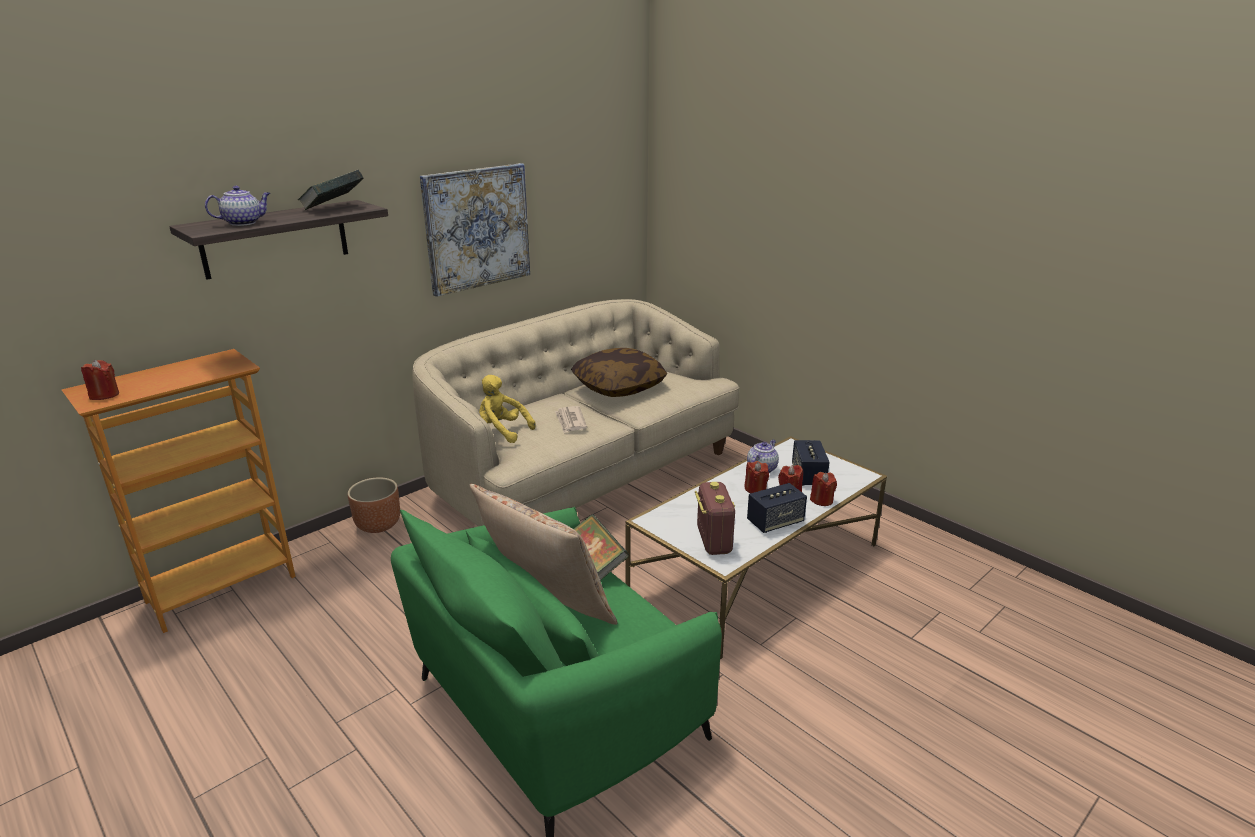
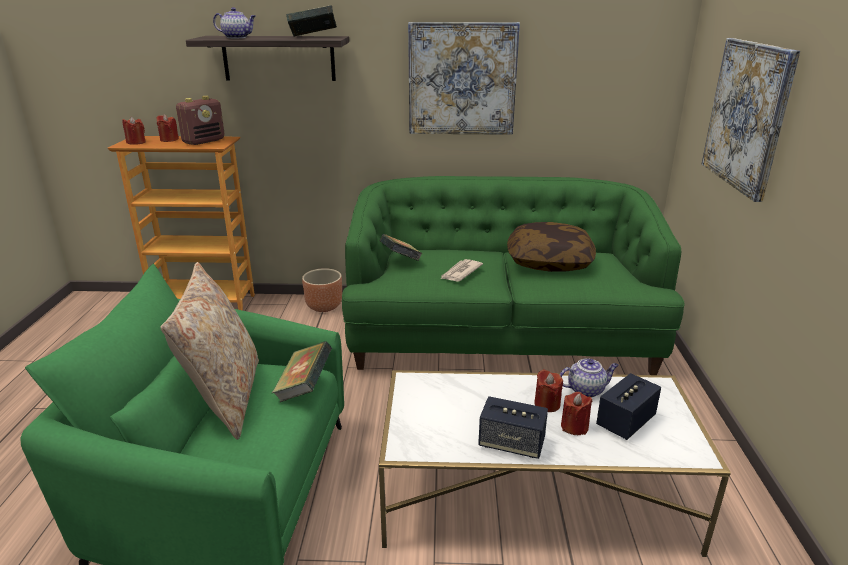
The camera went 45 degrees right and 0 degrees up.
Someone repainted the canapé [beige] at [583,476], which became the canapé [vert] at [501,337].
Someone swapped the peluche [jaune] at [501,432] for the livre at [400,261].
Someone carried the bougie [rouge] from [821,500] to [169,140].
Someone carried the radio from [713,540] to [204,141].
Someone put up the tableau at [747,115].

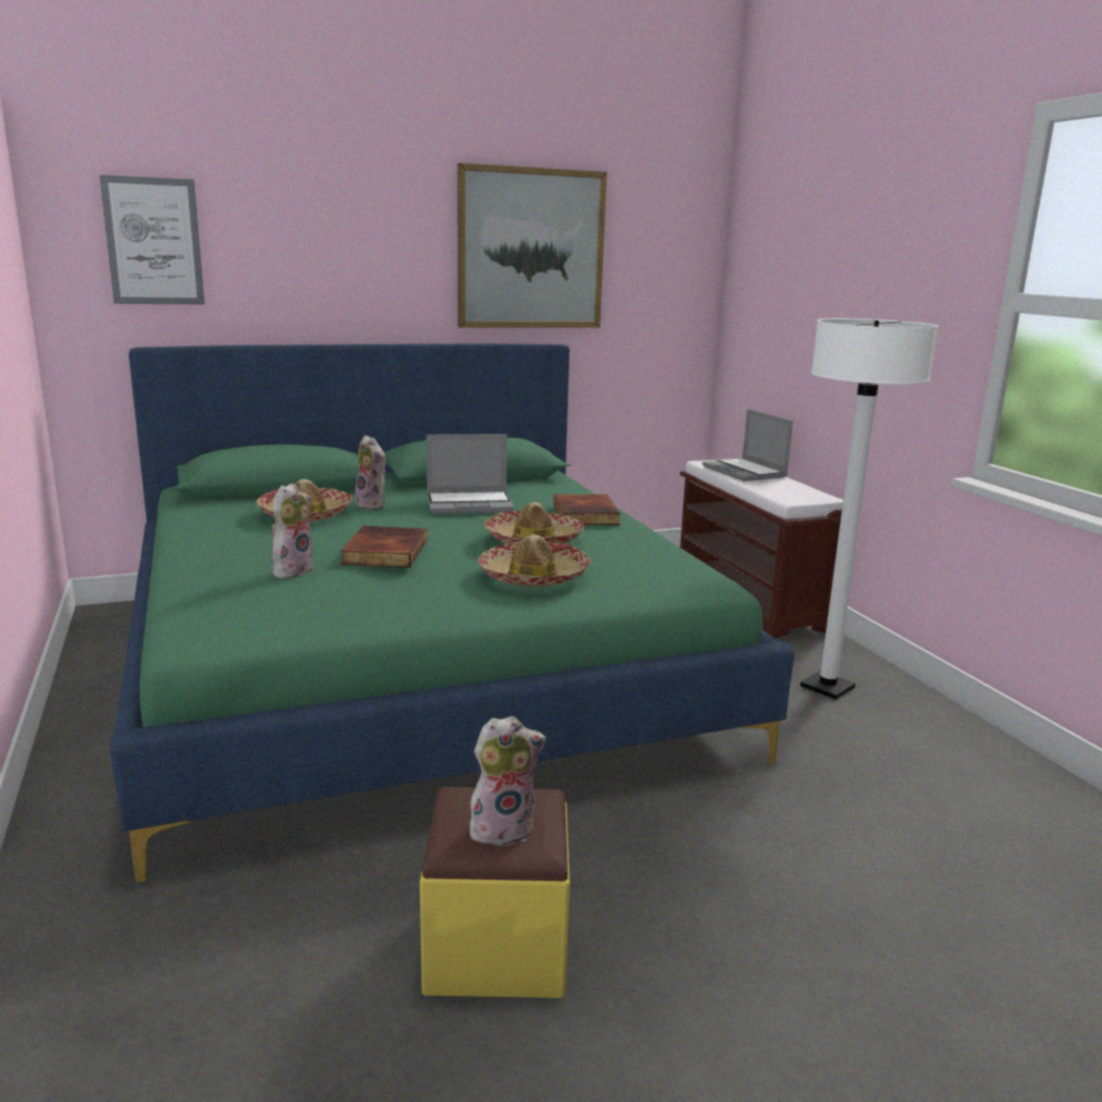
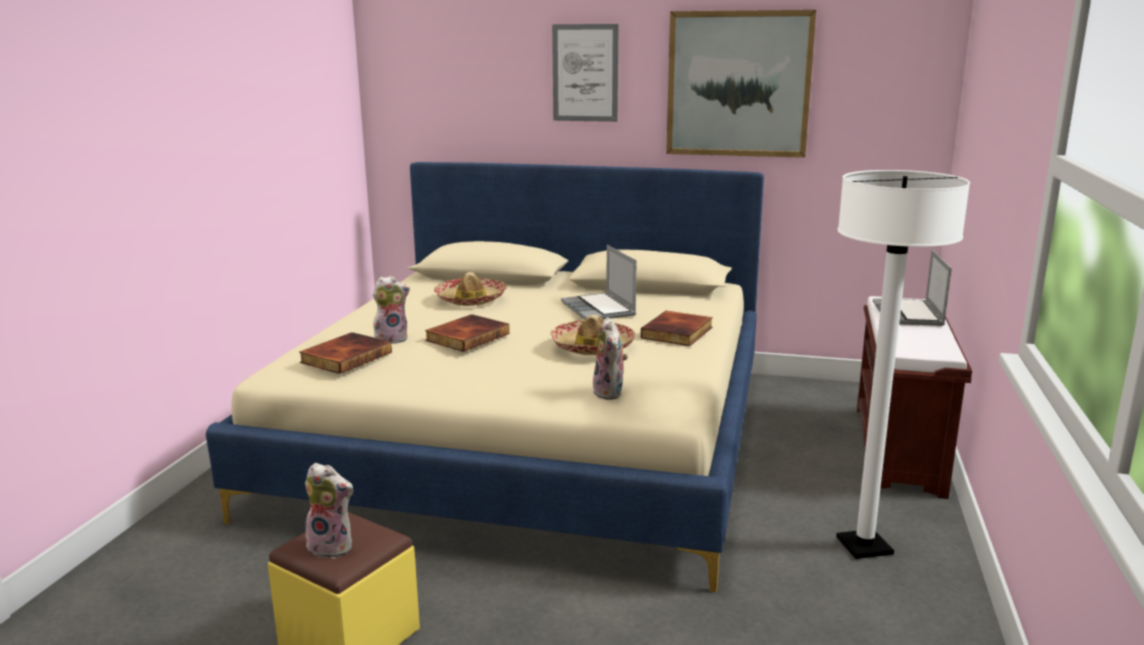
The camera went 35 degrees right and 0 degrees up.
Someone carried the tableau from [154,241] to [585,73].
Someone repainted the lit [vert] at [417,669], which became the lit [beige] at [532,437].
Someone rotated the ordinateur portable at [470,504] by 45 degrees clockwise.
Someone carried the peluche from [373,505] to [610,393].
Someone took away the chapeau at [533,576].
Someone put down the livre at [345,357].

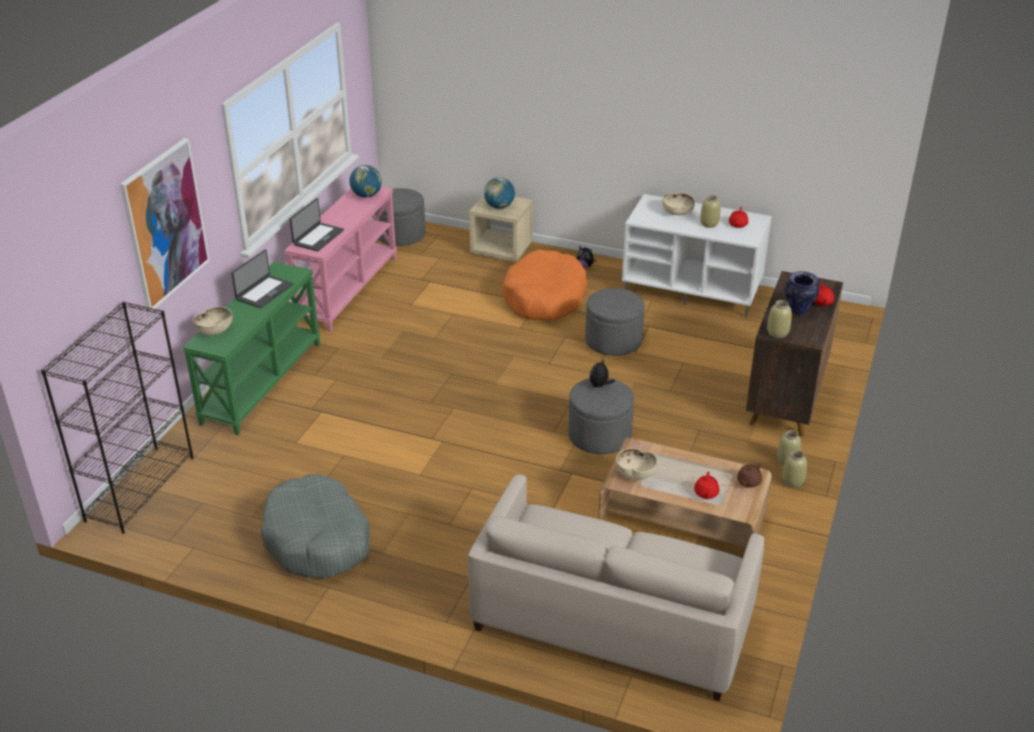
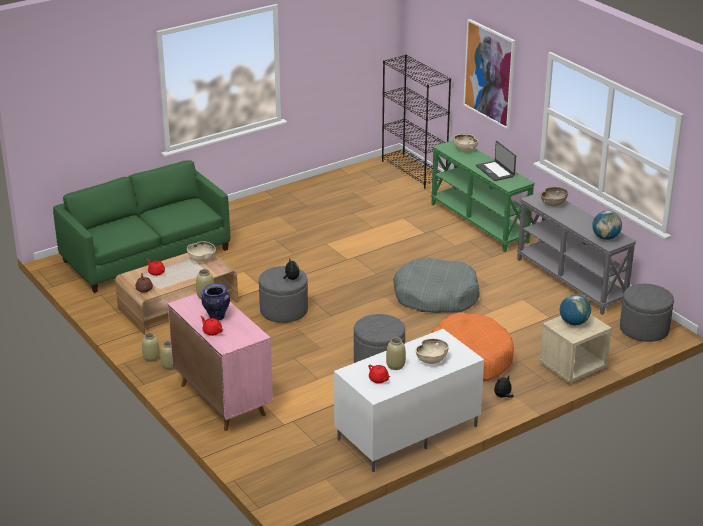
The camera went 125 degrees right and 5 degrees down.
Someone repainted the table console [rose] at [347,289], which became the table console [gris] at [571,281].
Someone swapped the ordinateur portable at [318,237] for the bol [marron] at [553,204].
Someone repainted the meuble de rangement [marron] at [786,400], which became the meuble de rangement [rose] at [222,399].
Someone carried the panier pour chien [gris] from [317,539] to [436,296].
Someone repainted the canapé [beige] at [611,621], which became the canapé [vert] at [146,255].

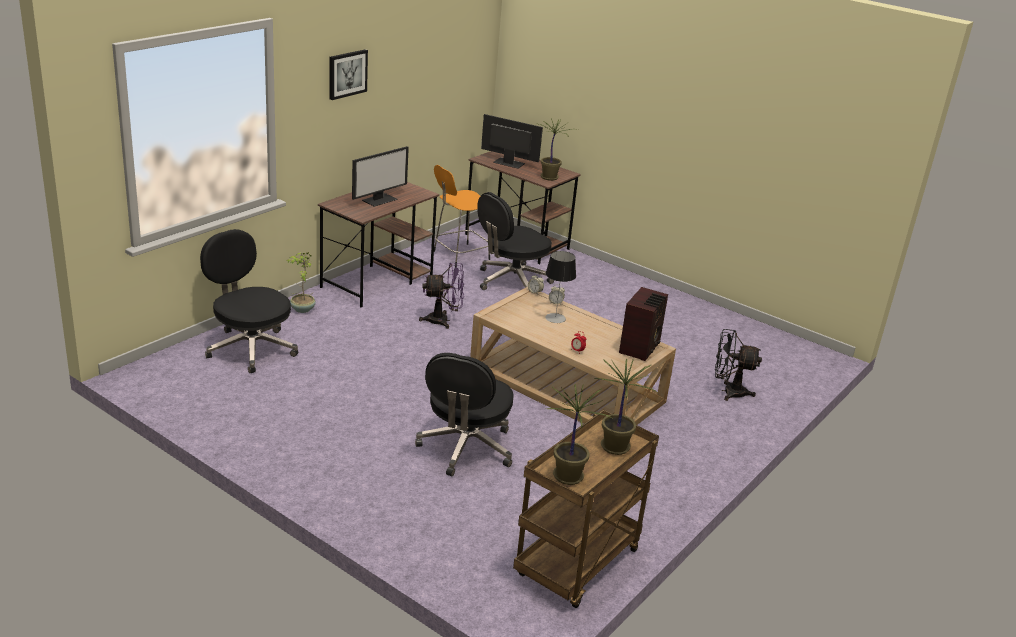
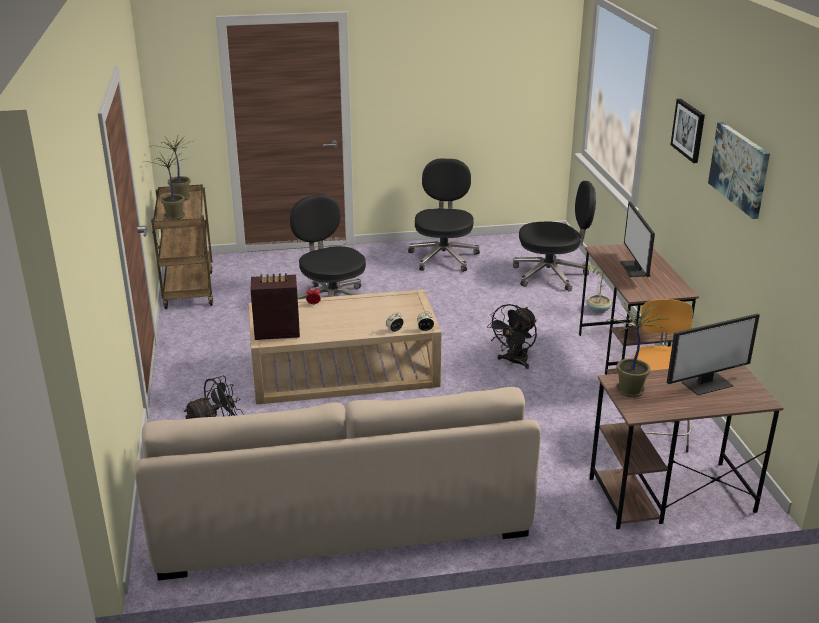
The camera went 135 degrees right and 0 degrees up.
Someone carried the chaise de bureau [noir] from [511,281] to [443,257].
Someone took away the lampe de table at [555,318].
Someone repainted the ventilateur [violet] at [443,320], which became the ventilateur [noir] at [514,362].
Someone rotated the radio at [640,348] by 105 degrees clockwise.
Someone put up the tableau at [739,168].
Someone put down the canapé [beige] at [339,508].

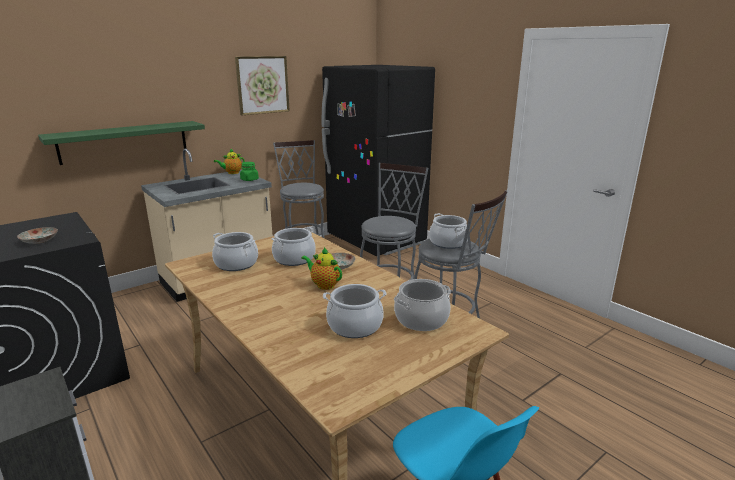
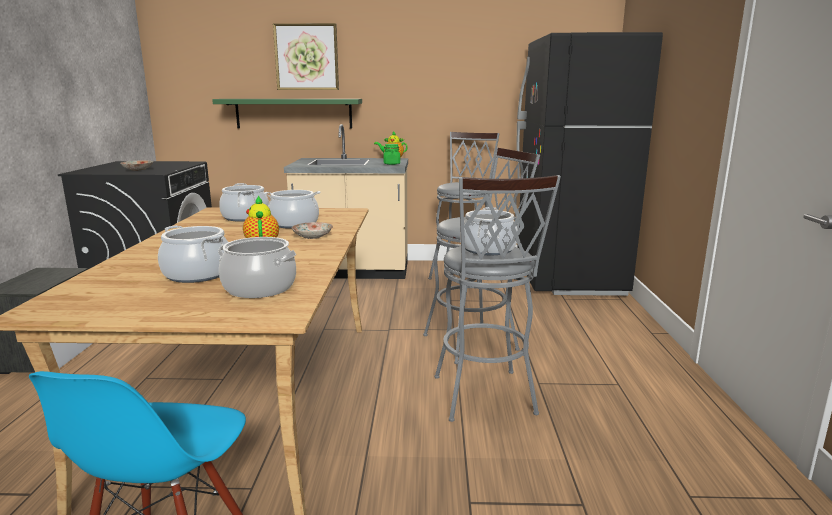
The camera went 40 degrees right and 5 degrees down.
Someone carried the tableau from [262,85] to [306,57].

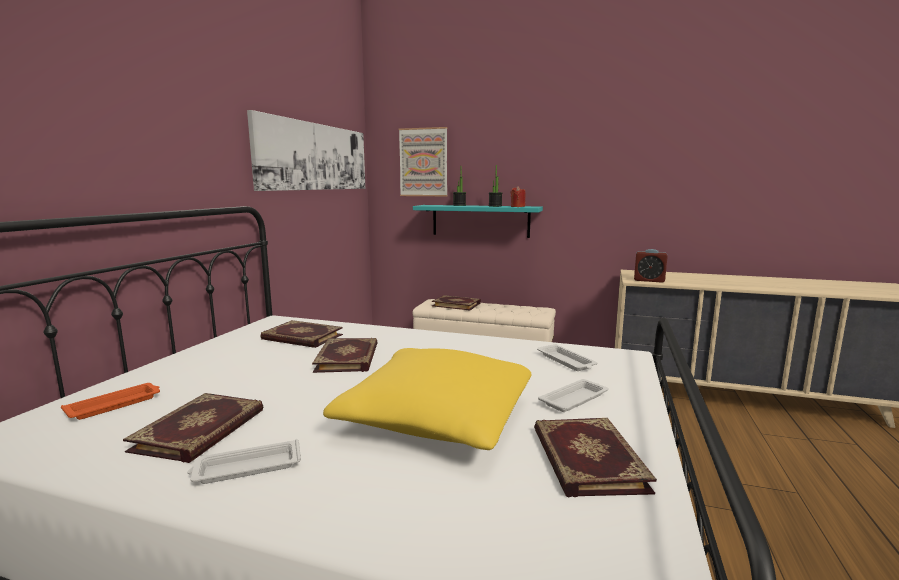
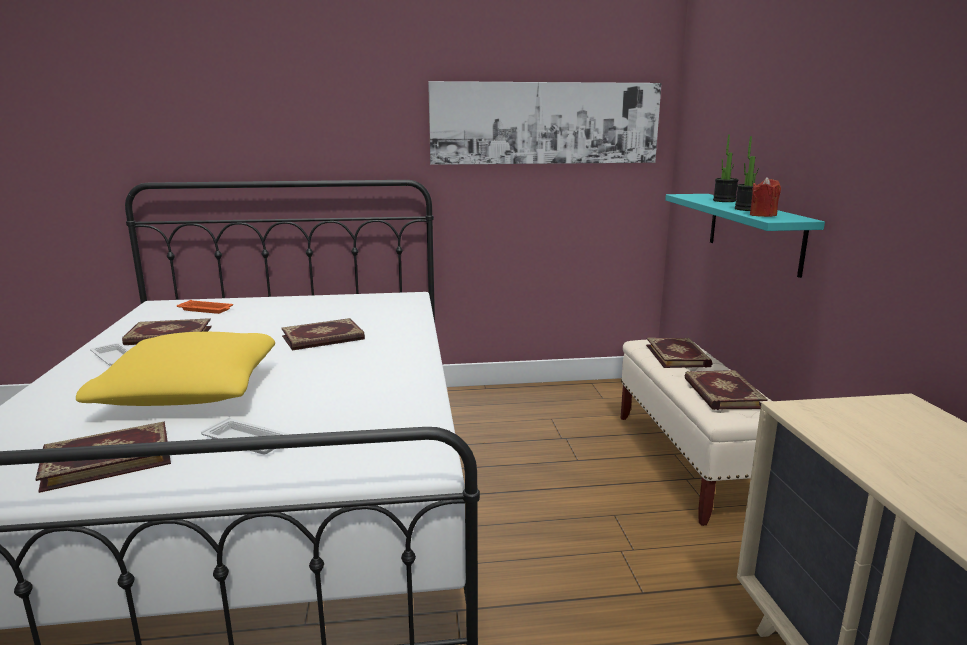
The camera went 65 degrees right and 5 degrees up.
Someone took away the tableau at [423,162].
Someone took away the réveil at [649,280].
Someone carried the livre from [301,337] to [721,393].
Someone took away the plateau [blanc] at [566,361].

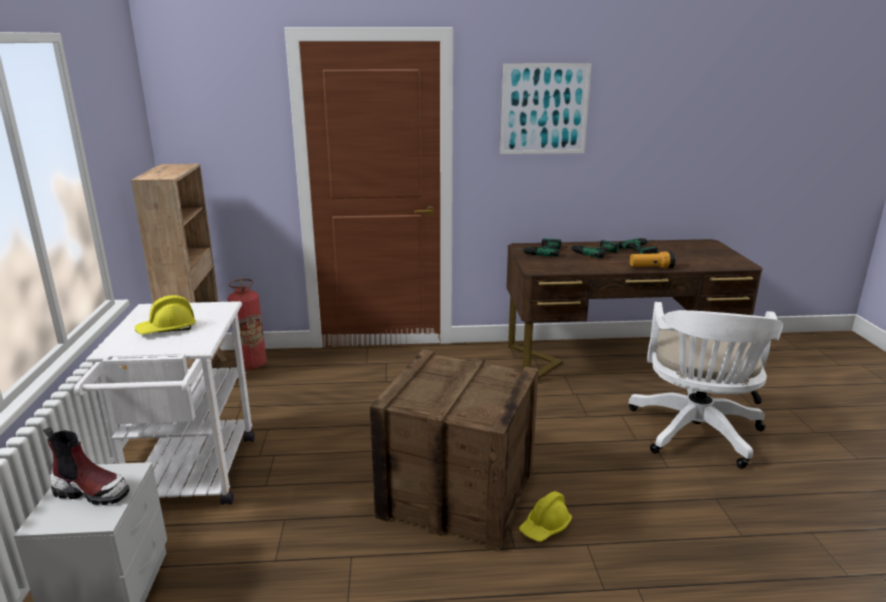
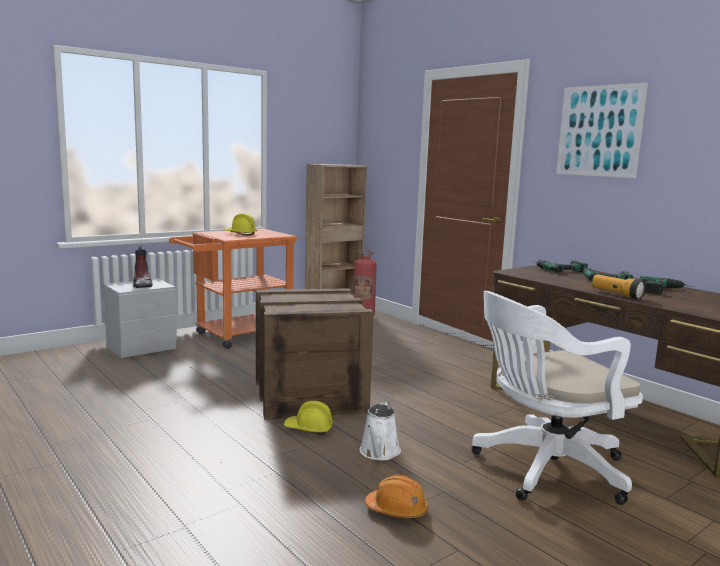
The camera went 55 degrees right and 10 degrees down.
Someone repainted the chariot [blanc] at [190,480], which became the chariot [orange] at [236,336].
Someone put down the arrosoir [blanc] at [379,453].
Someone put down the casque de chantier [orange] at [397,510].

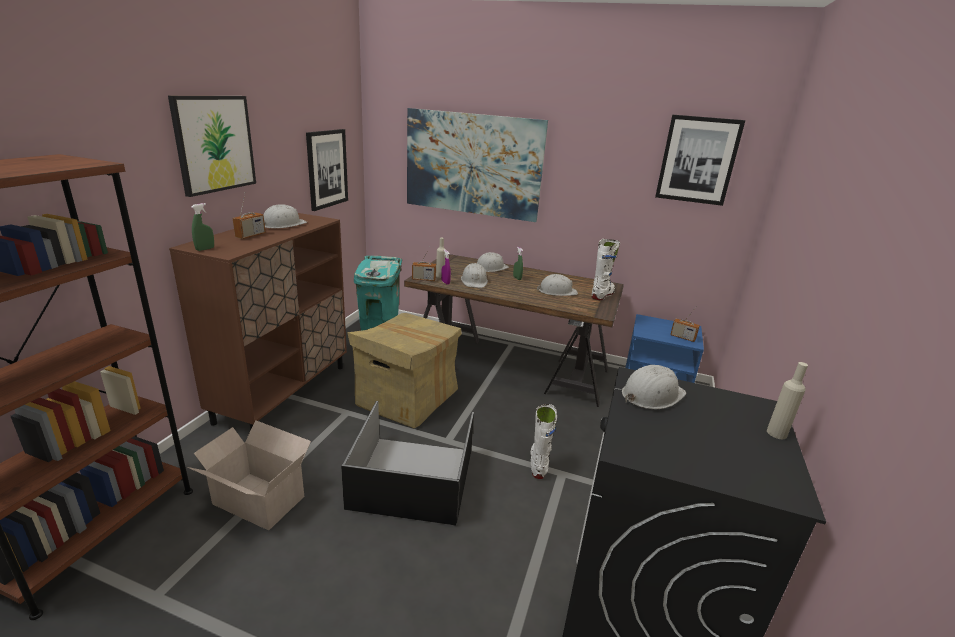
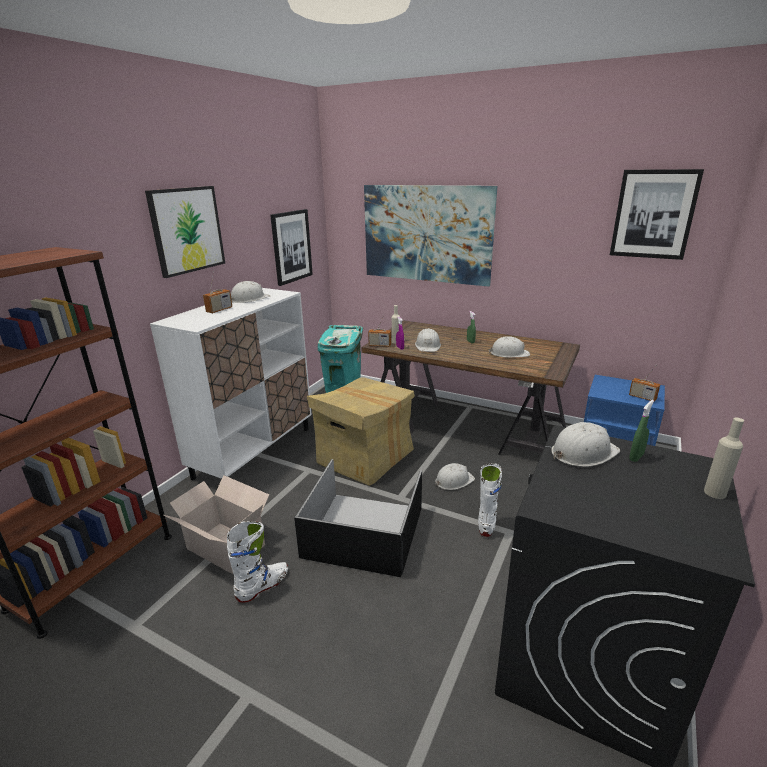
The camera went 10 degrees right and 0 degrees up.
Someone carried the vaporisateur [vert] from [205,249] to [636,457].
Someone repainted the meuble de rangement [marron] at [283,392], which became the meuble de rangement [blanc] at [254,451].
Someone carried the botte [blanc] from [602,295] to [263,586].
Someone carried the casque de chantier [blanc] from [490,268] to [453,481].

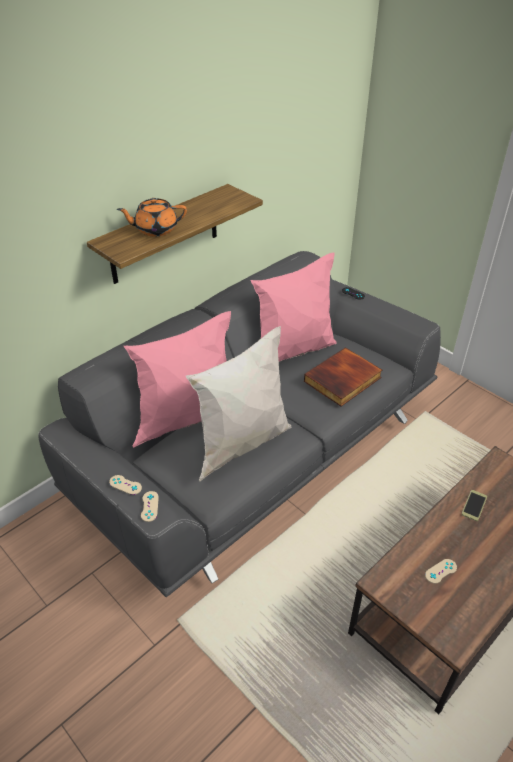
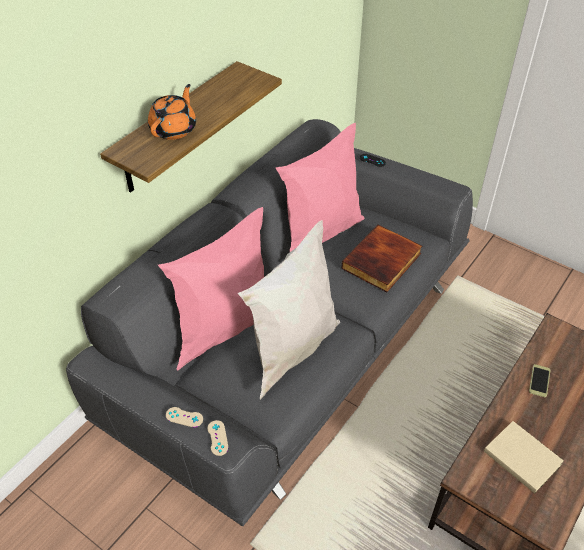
The camera went 10 degrees left and 5 degrees up.
Someone rotated the théière [orange] at [155,229] by 135 degrees clockwise.
Someone swapped the manette [beige] at [441,571] for the livre [beige] at [521,456].

